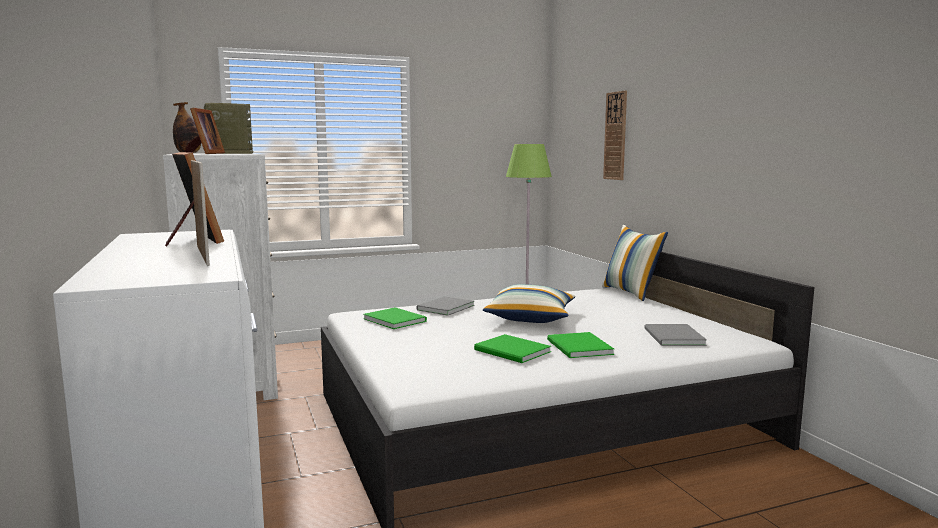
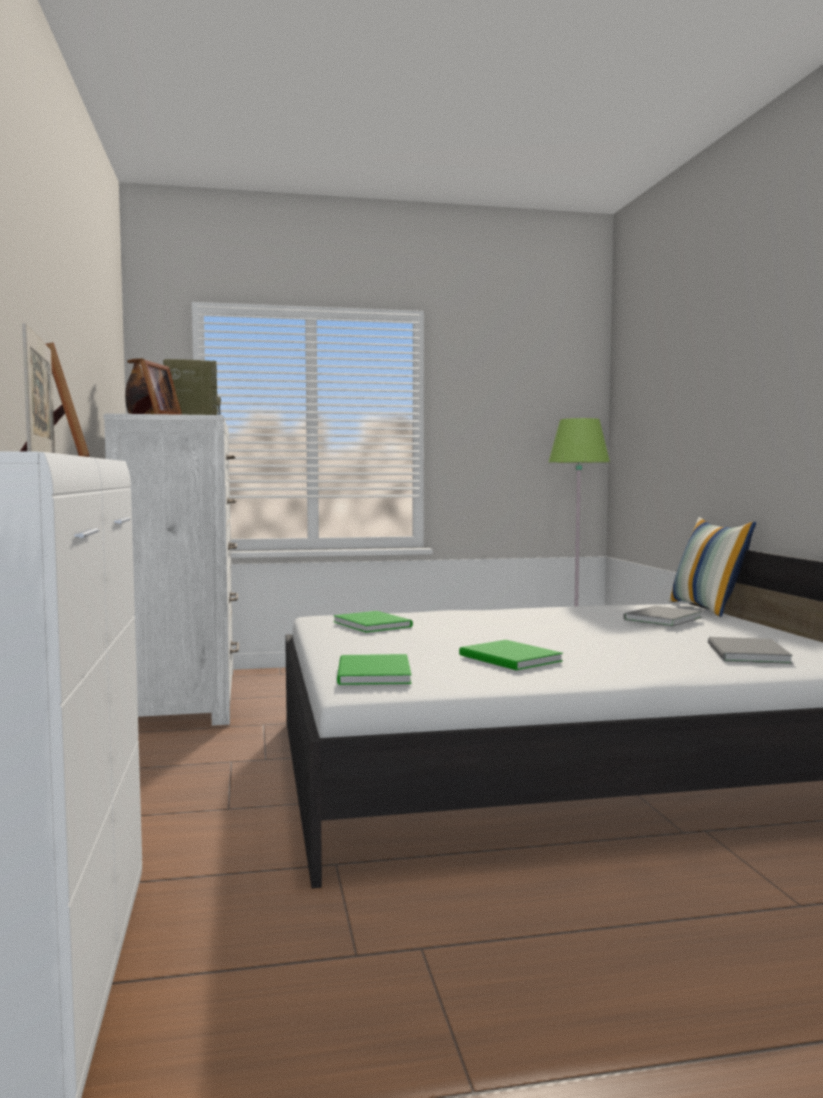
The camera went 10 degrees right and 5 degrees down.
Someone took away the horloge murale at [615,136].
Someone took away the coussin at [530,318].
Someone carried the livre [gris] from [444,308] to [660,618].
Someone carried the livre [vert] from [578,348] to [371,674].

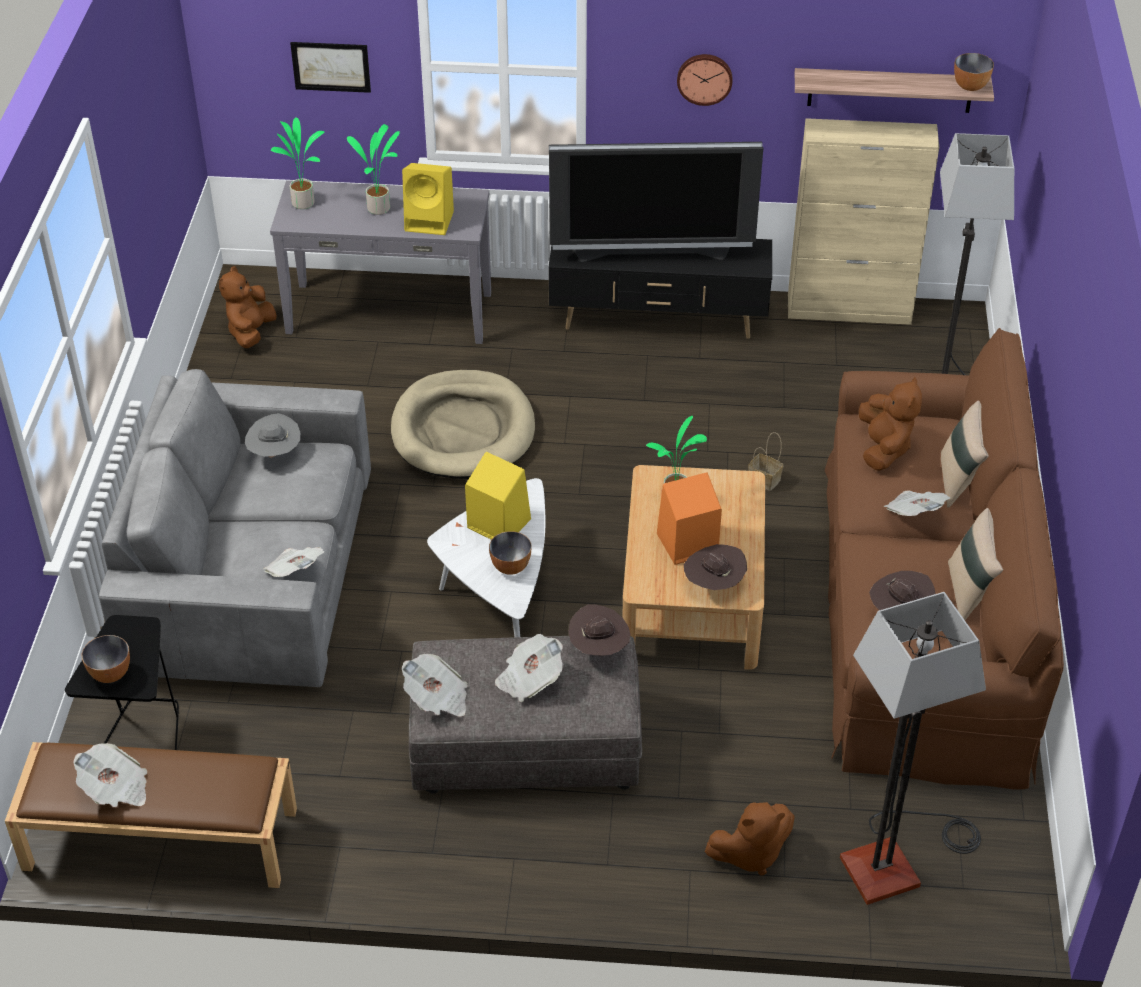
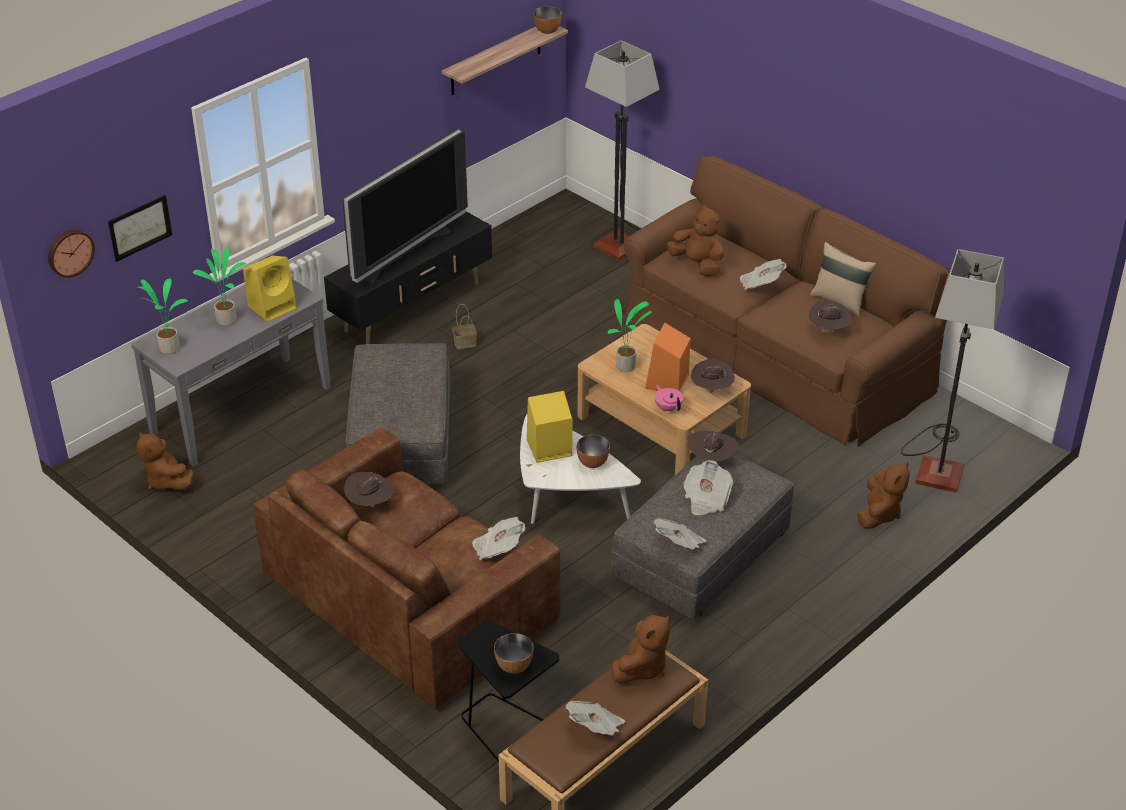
The camera went 50 degrees left and 5 degrees down.
Someone carried the horloge murale from [704,78] to [69,252].
Someone took away the meuble de rangement [beige] at [849,309].
Someone repainted the canapé [gris] at [251,570], which became the canapé [marron] at [408,599].
Someone swapped the panier pour chien [beige] at [463,430] for the pouf [gris] at [401,438].
Someone took away the coussin [beige] at [959,481].
Someone repainted the chapeau [gris] at [274,454], which became the chapeau [marron] at [370,504].
Someone carried the panier from [765,480] to [465,342].
Someone put down the théière [rose] at [668,408].
Someone put down the peluche [marron] at [642,667].

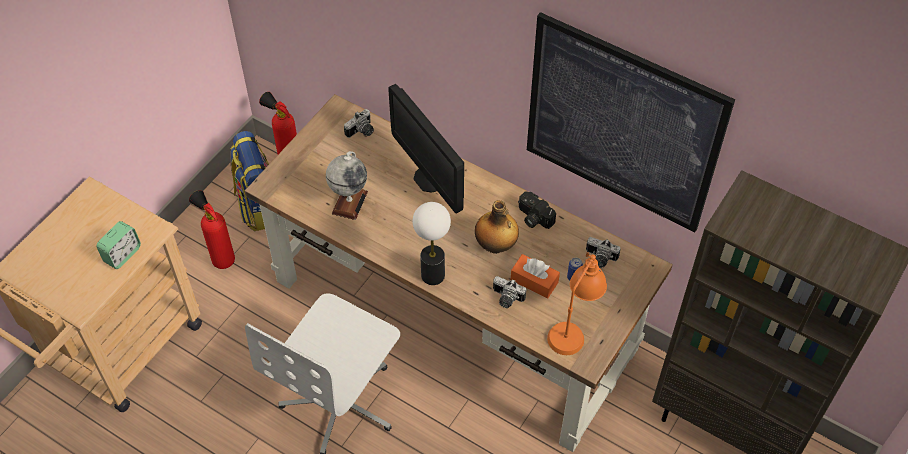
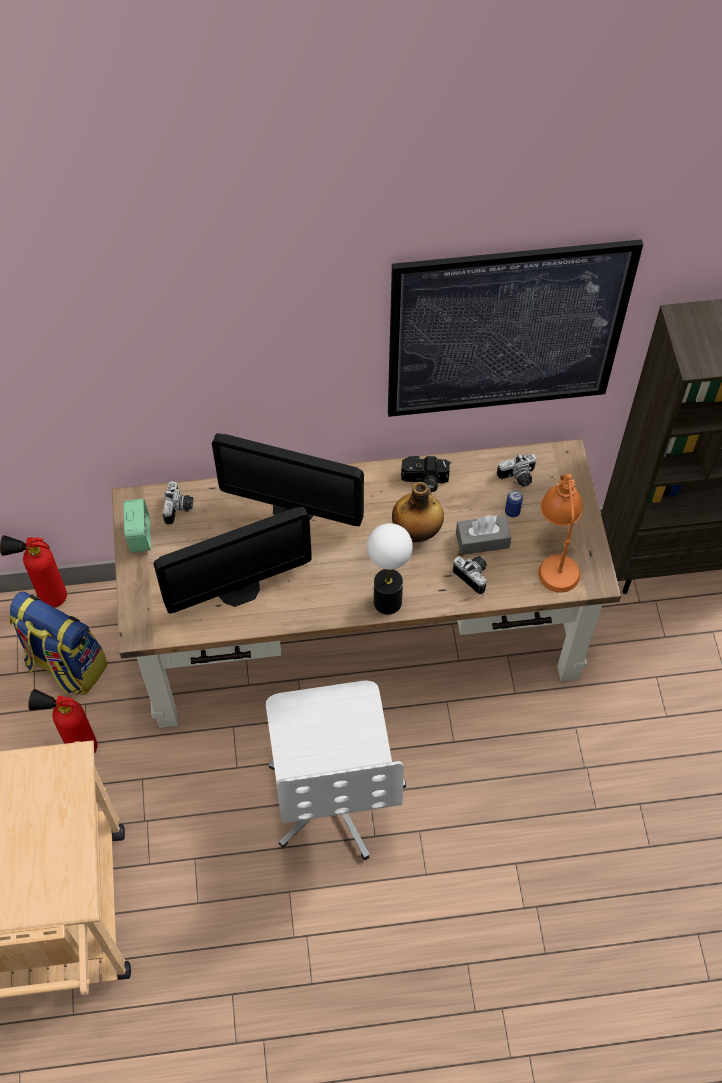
The camera went 40 degrees left and 5 degrees up.
Someone swapped the globe at [349,202] for the écran d'ordinateur at [238,588].
Someone carried the réveil from [122,254] to [140,535].
Someone repainted the boîte à mouchoirs [orange] at [534,281], which became the boîte à mouchoirs [gris] at [482,540].
Someone rotated the appareil photo at [506,299] by 120 degrees counterclockwise.

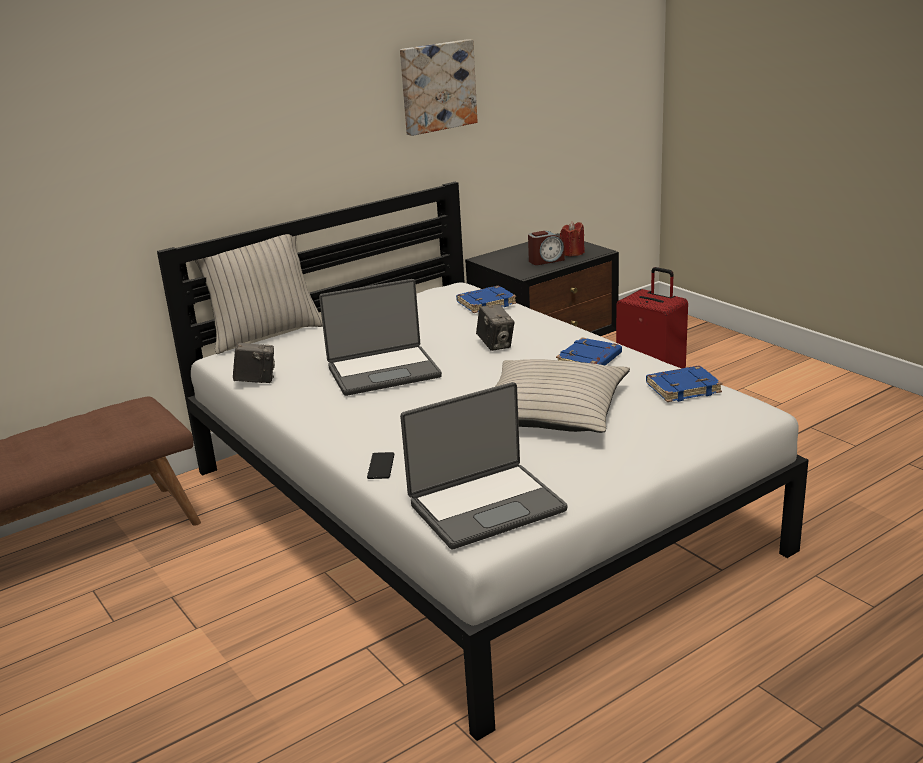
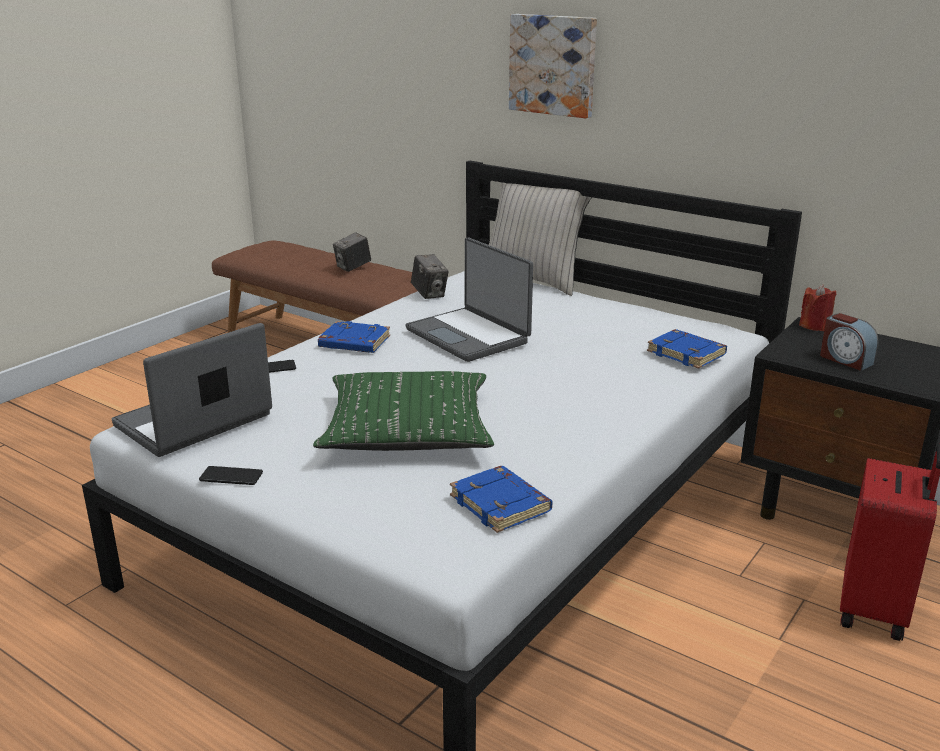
The camera went 70 degrees right and 0 degrees up.
Someone carried the tableau from [437,86] to [554,65].
Someone carried the bougie [rouge] from [572,253] to [815,326].
Someone carried the appareil photo from [495,345] to [353,267].
Someone carried the livre [bleu] from [589,361] to [353,343].
Someone repainted the coussin [beige] at [551,412], which became the coussin [vert] at [407,430].
Someone rotated the ordinateur portable at [485,506] by 90 degrees clockwise.
Someone put down the téléphone at [231,476].

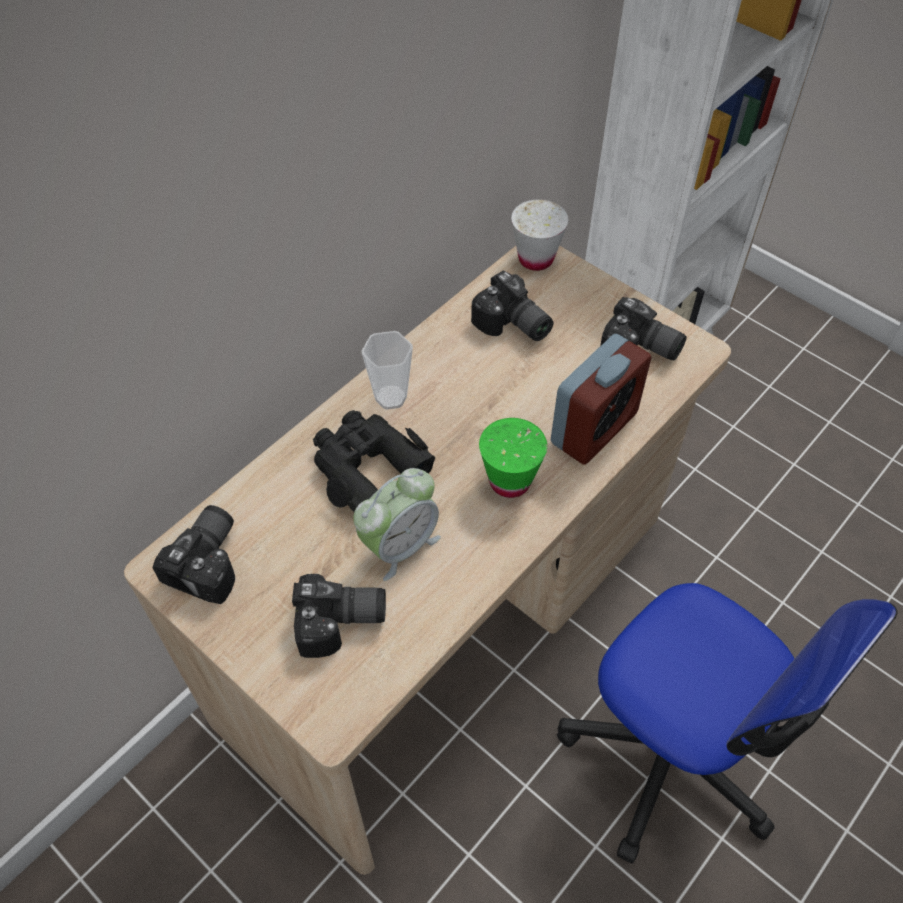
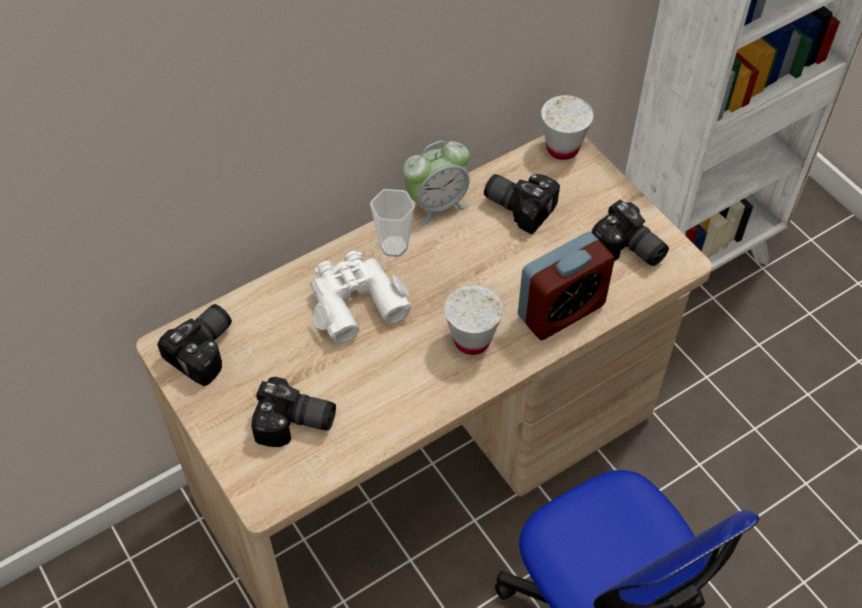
The camera went 15 degrees right and 0 degrees up.
Someone rotated the appareil photo at [512,326] by 150 degrees clockwise.
Someone repainted the jumelles [noir] at [367,467], which became the jumelles [blanc] at [355,301].
Someone repainted the tasse [vert] at [509,481], which became the tasse [blanc] at [472,340].
Someone carried the réveil from [399,545] to [437,205].

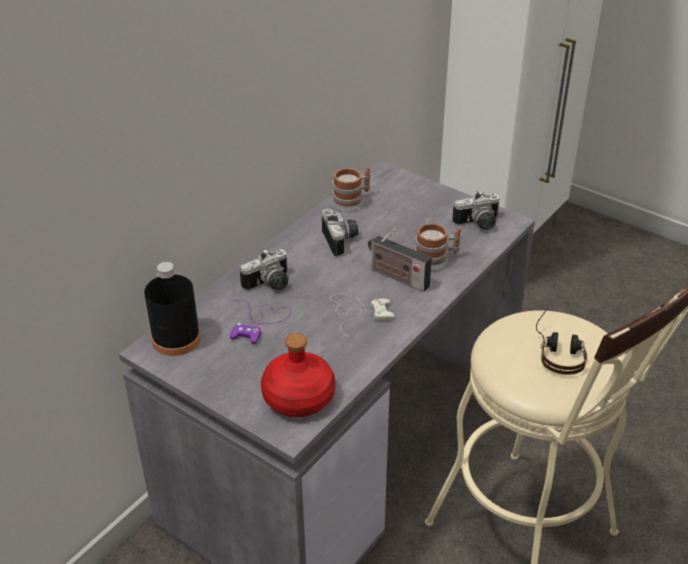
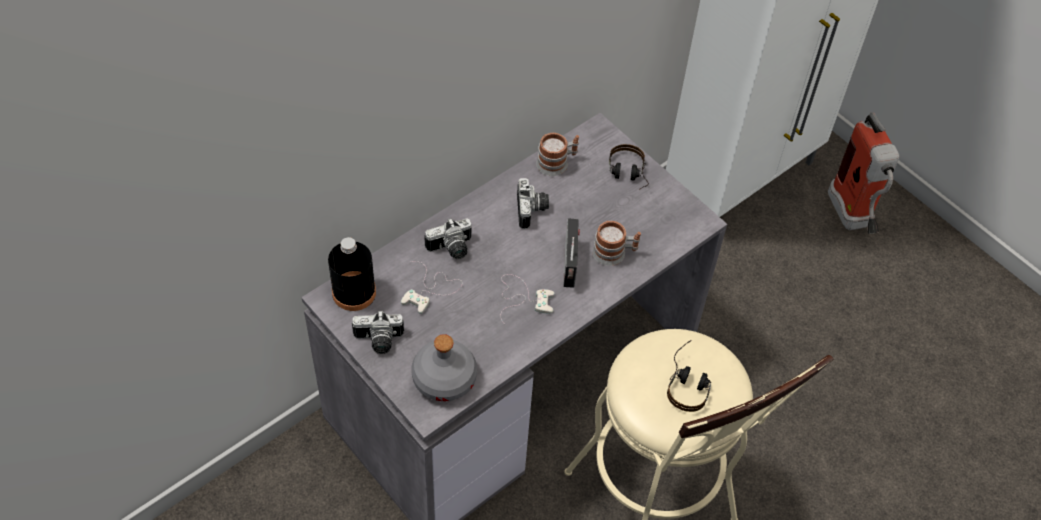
The camera went 10 degrees right and 15 degrees up.
Someone carried the appareil photo from [478,224] to [378,341].
Someone rotated the radio at [396,277] by 135 degrees counterclockwise.
Someone repainted the manette [violet] at [259,322], which became the manette [blanc] at [431,289].
Someone repainted the bouteille [rouge] at [299,397], which became the bouteille [gris] at [445,379].
Someone put down the extincteur at [852,219].
Someone put down the casque audio at [627,176].

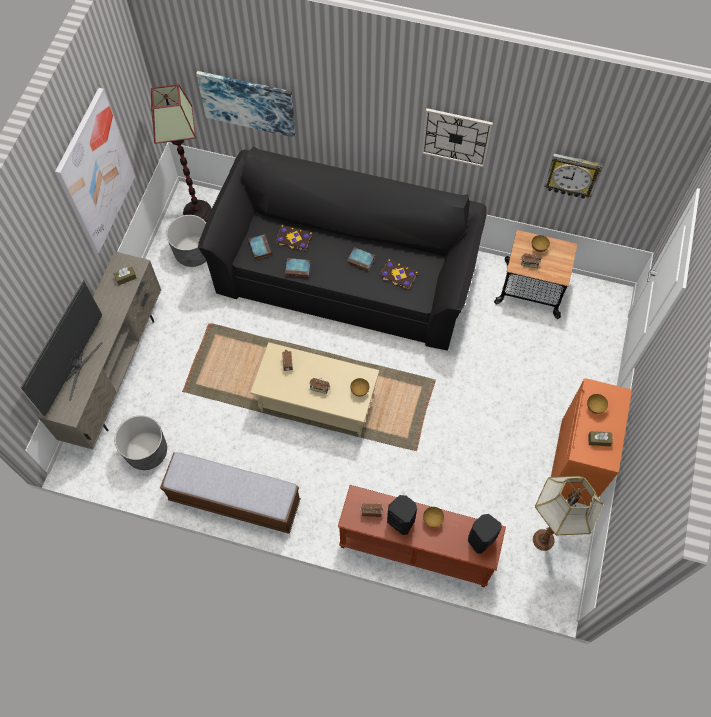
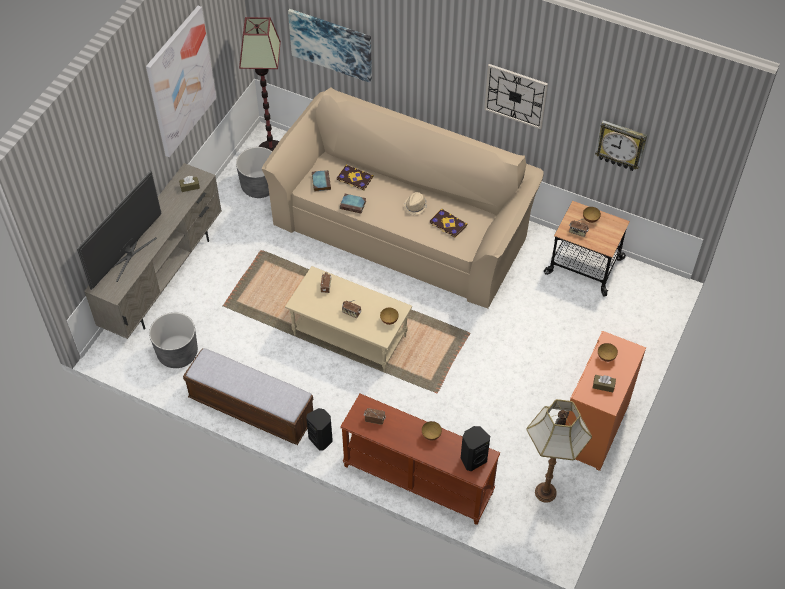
The camera went 10 degrees right and 10 degrees down.
Someone repainted the canapé [noir] at [346,273], which became the canapé [beige] at [403,225].
Someone swapped the livre at [361,260] for the chapeau [beige] at [415,206].
Someone carried the enceinte [noir] from [401,521] to [321,439].

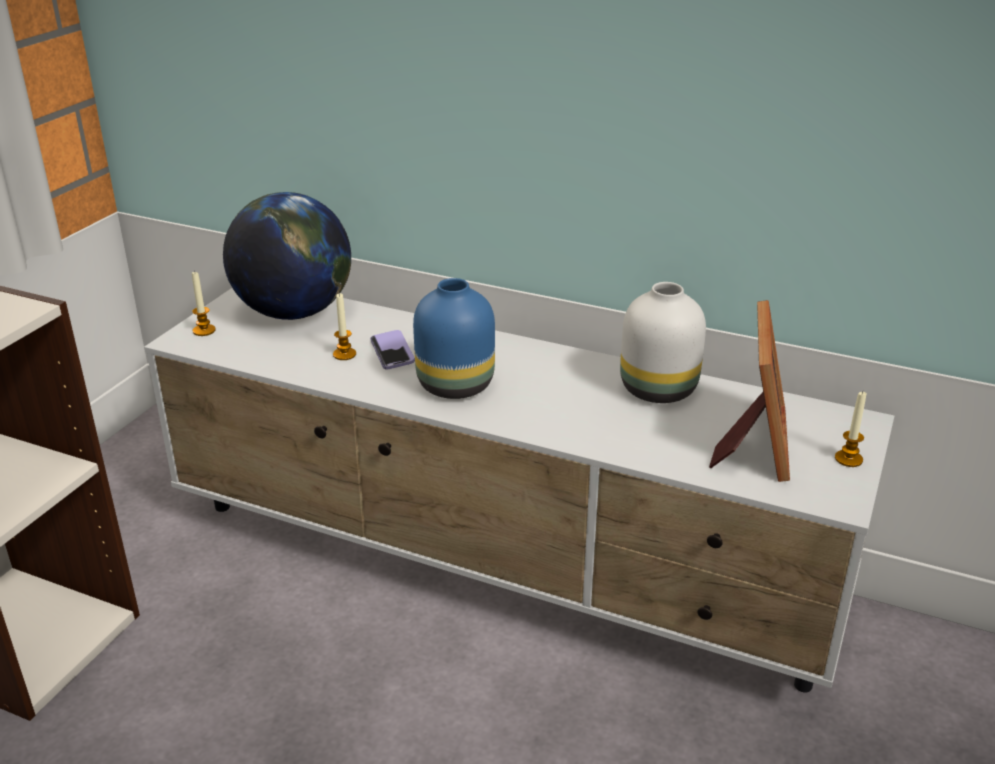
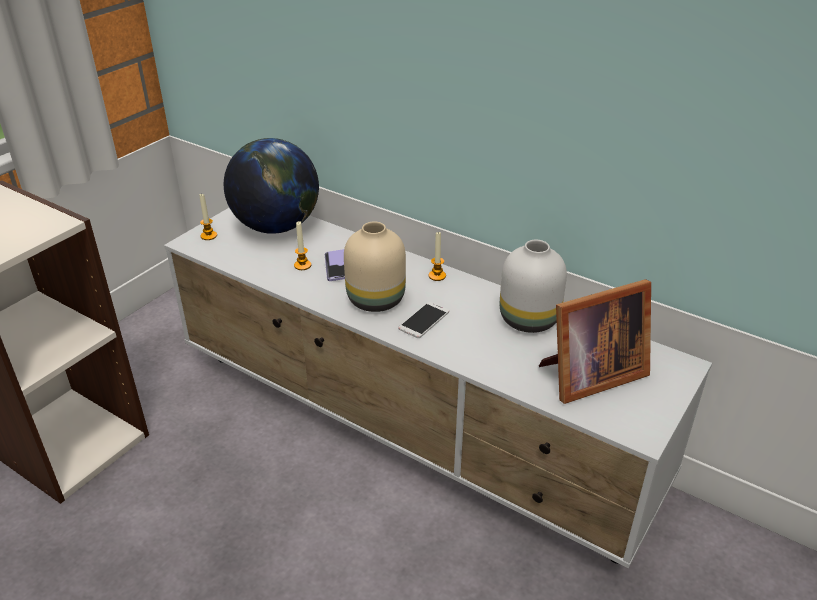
The camera went 10 degrees right and 5 degrees up.
Someone repainted the vase [bleu] at [453,385], which became the vase [beige] at [374,299].
Someone rotated the cadre photo at [753,445] by 45 degrees clockwise.
Someone carried the bougie from [848,459] to [437,276].
Someone put down the téléphone at [424,320].

